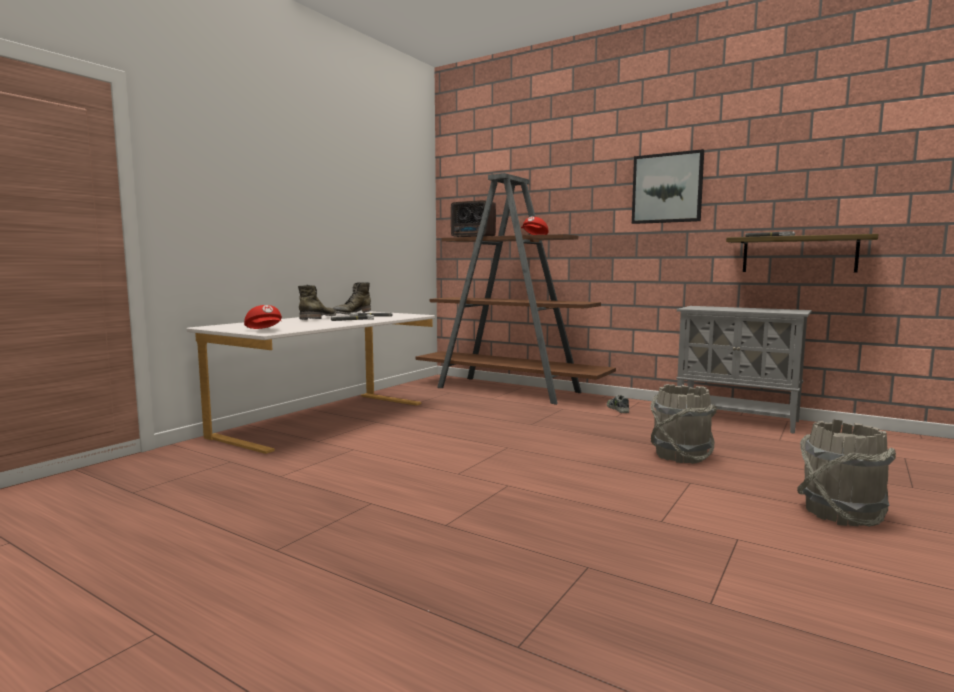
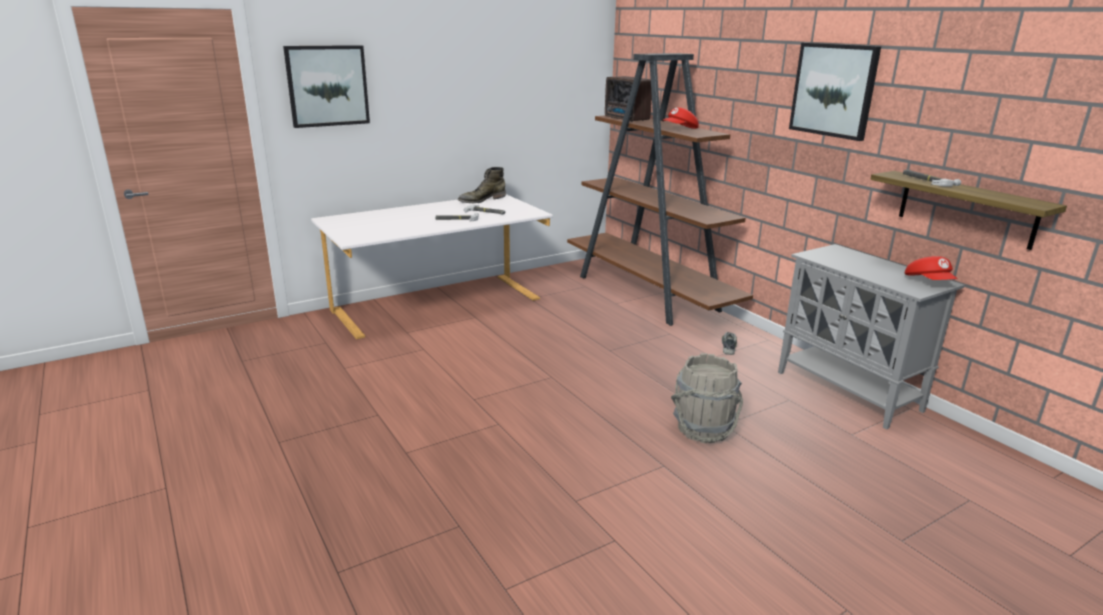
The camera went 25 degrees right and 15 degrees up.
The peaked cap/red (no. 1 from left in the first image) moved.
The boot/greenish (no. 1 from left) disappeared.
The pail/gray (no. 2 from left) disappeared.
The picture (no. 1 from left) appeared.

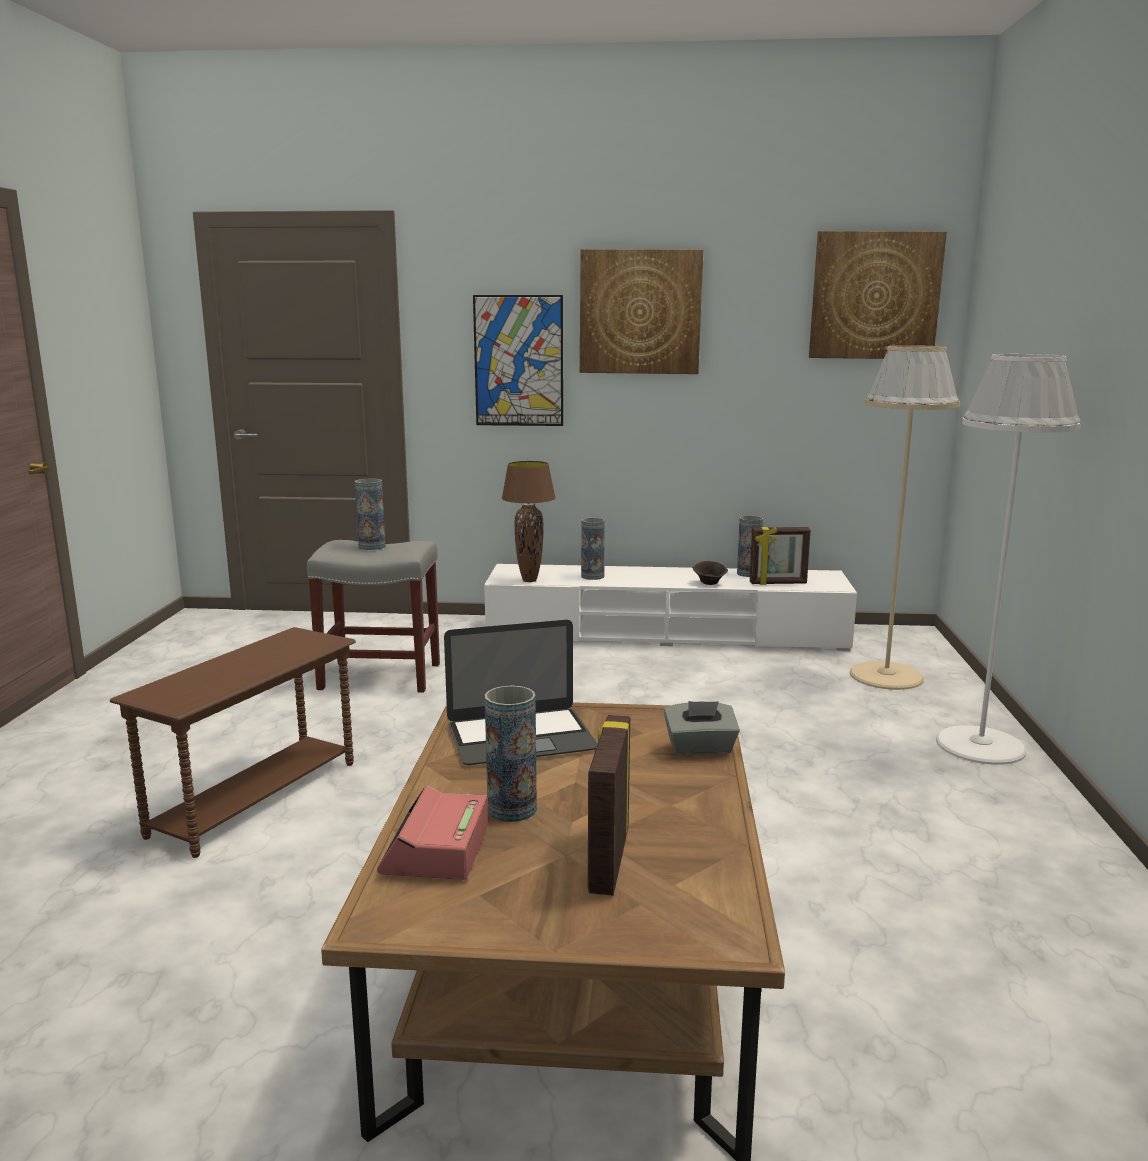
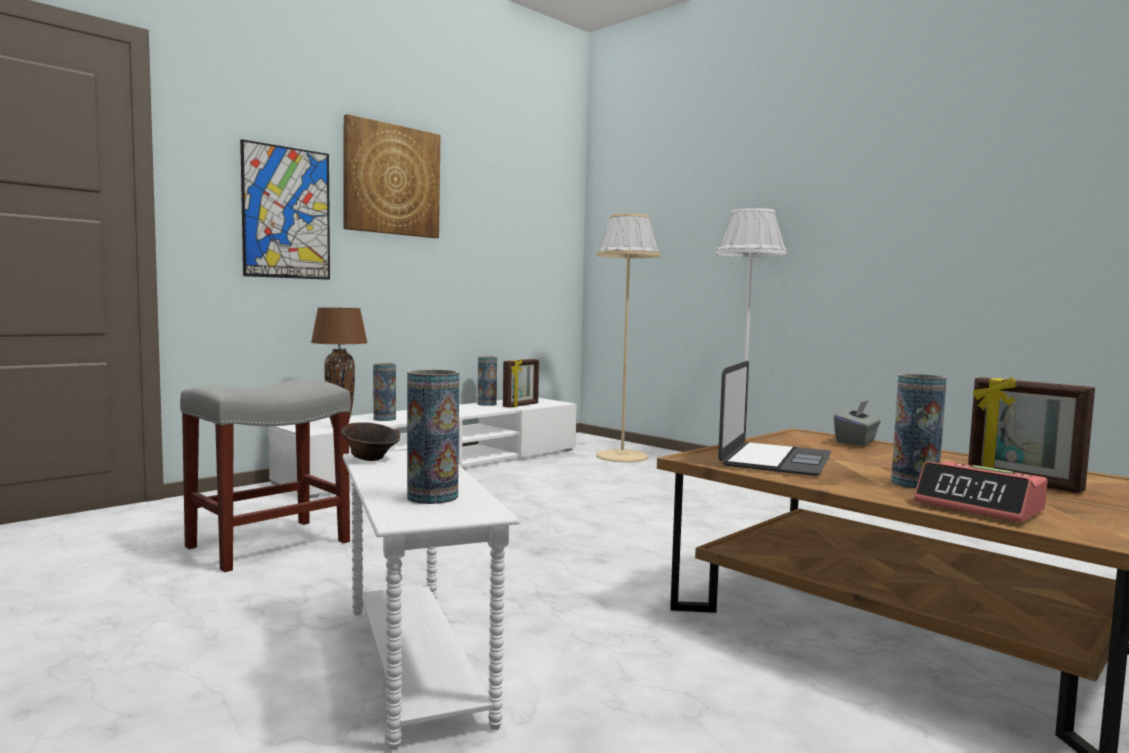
The camera went 50 degrees left and 10 degrees down.
The accent table/brown became the accent table/whitish.
The decorative vase (no. 1 from left in the first image) moved.
The serving bowl/brown moved.
The picture (no. 3 from left) disappeared.

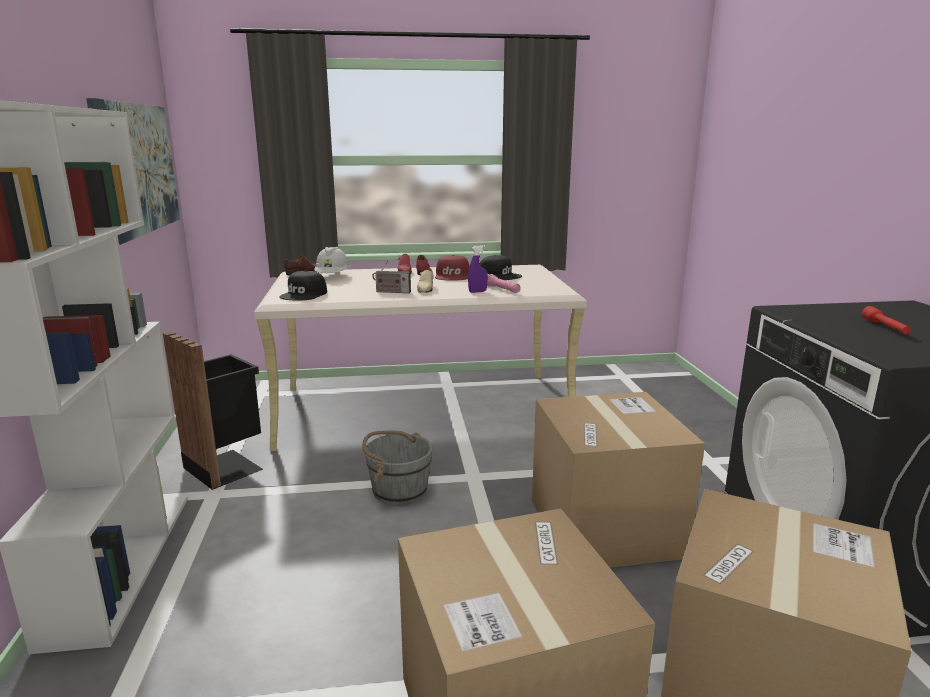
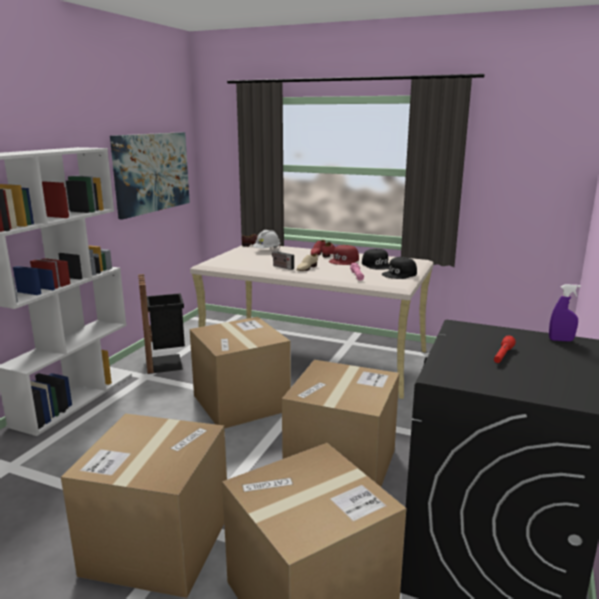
The camera went 30 degrees right and 0 degrees up.
The peaked cap/black (no. 1 from left in the first image) moved.
The pail/gray was replaced by the carton (no. 2 from left).
The sprayer/purple moved.

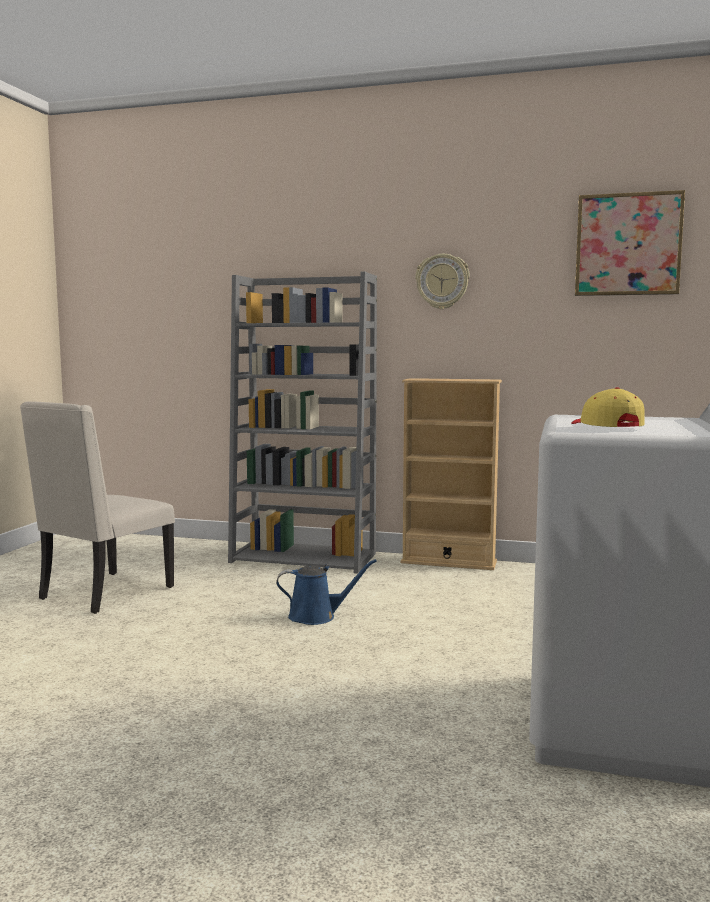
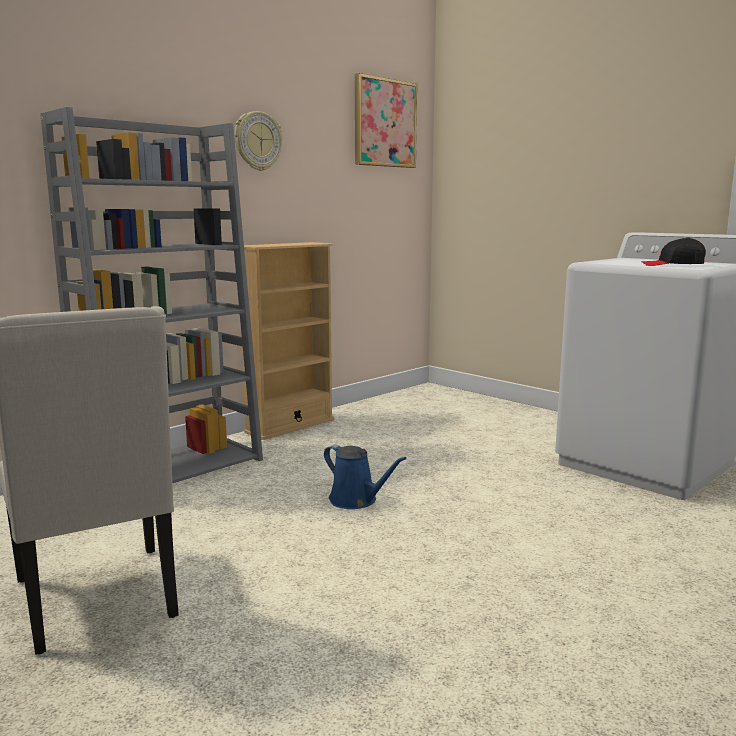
The camera went 60 degrees left and 5 degrees up.
The watering can/blue turned 105 degrees clockwise.
The peaked cap/yellowish became the peaked cap/black.

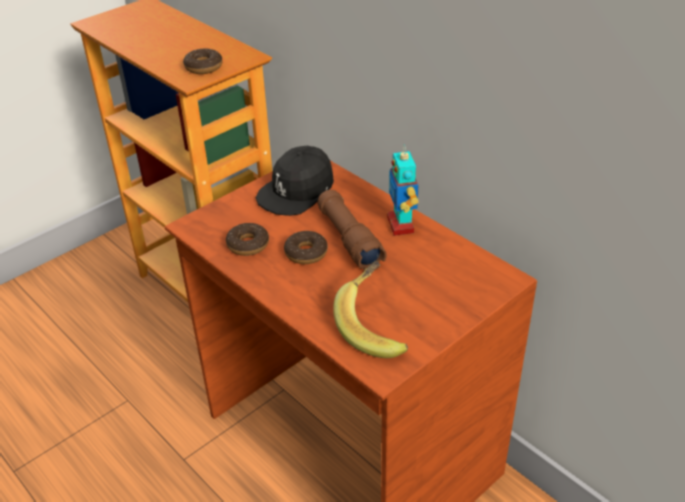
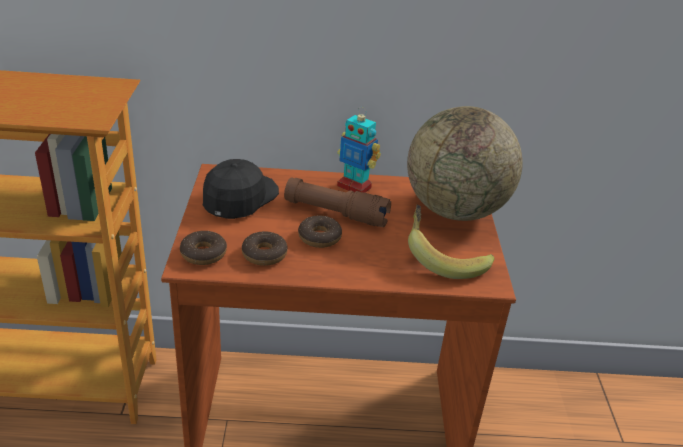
The camera went 50 degrees left and 5 degrees down.
The donut (no. 1 from left) moved.
The peaked cap/black turned 150 degrees counterclockwise.
The world globe appeared.

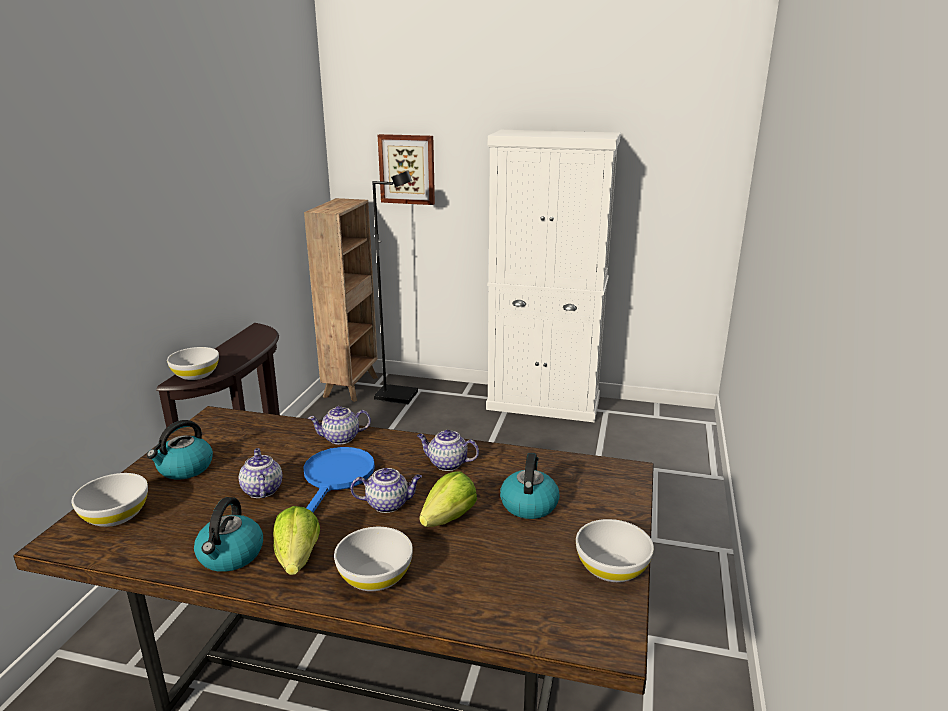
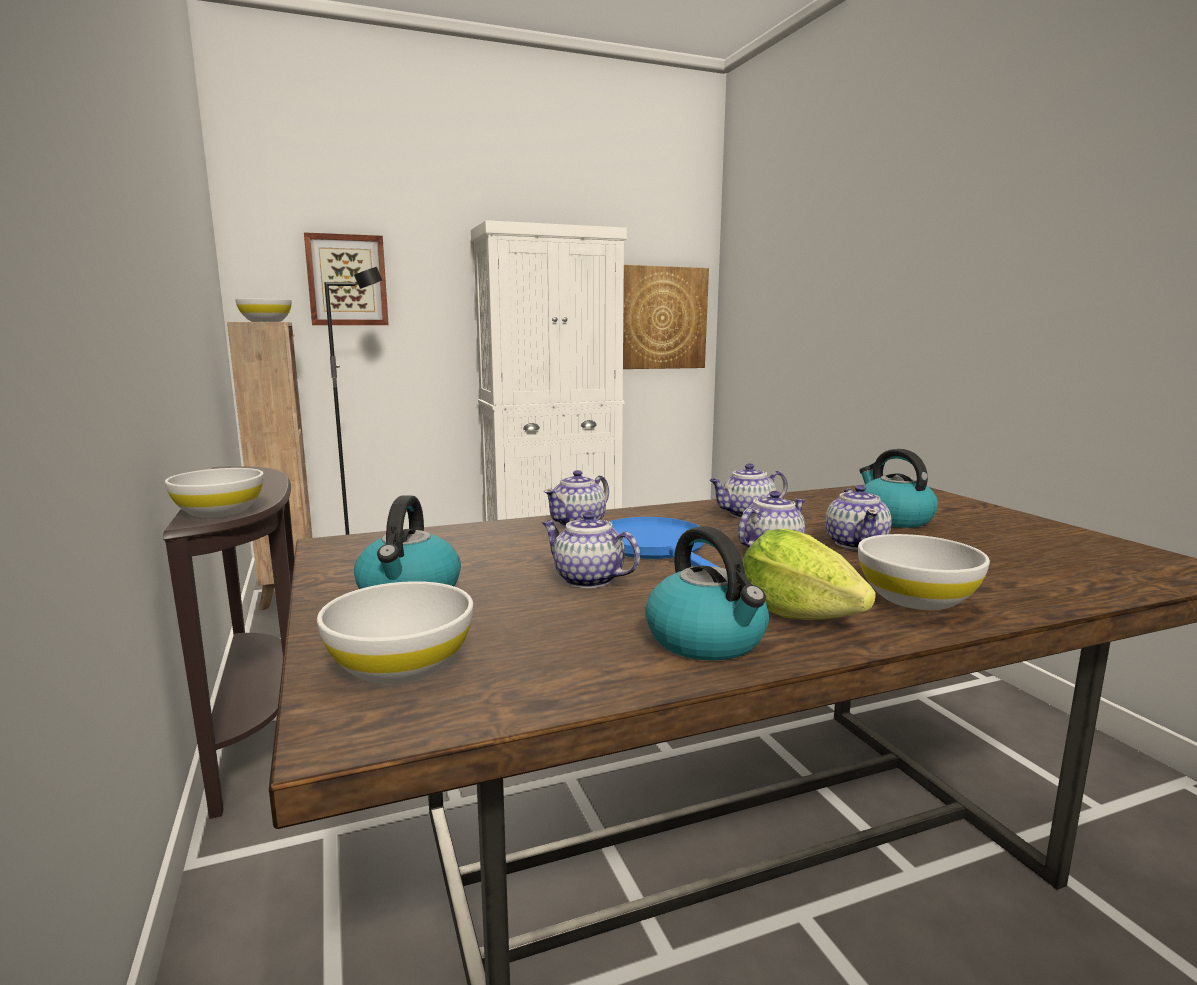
The camera went 35 degrees left and 10 degrees down.
The lettuce head (no. 2 from left) was replaced by the pot for tea (no. 5 from left).
The serving bowl/whitish (no. 4 from left in the first image) moved.
The picture (no. 2 from left) appeared.

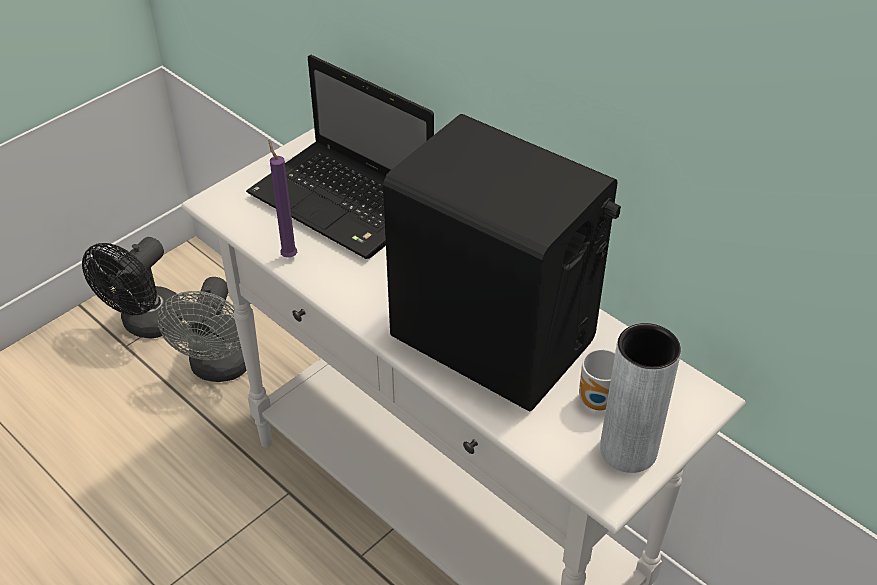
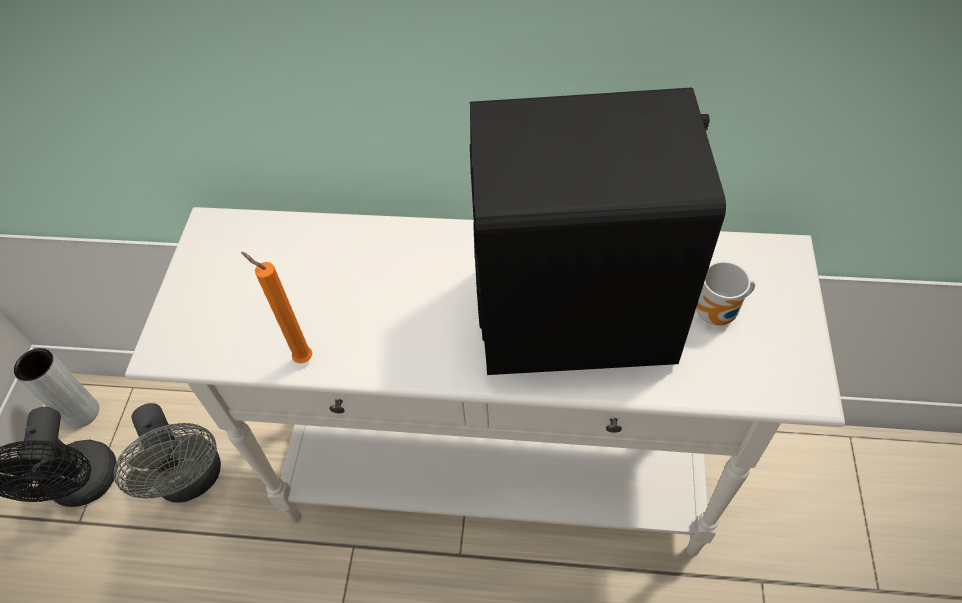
The camera went 35 degrees left and 10 degrees up.
The laptop disappeared.
The wax candle/purple became the wax candle/orange-coloured.
The decorative vase/gray moved.

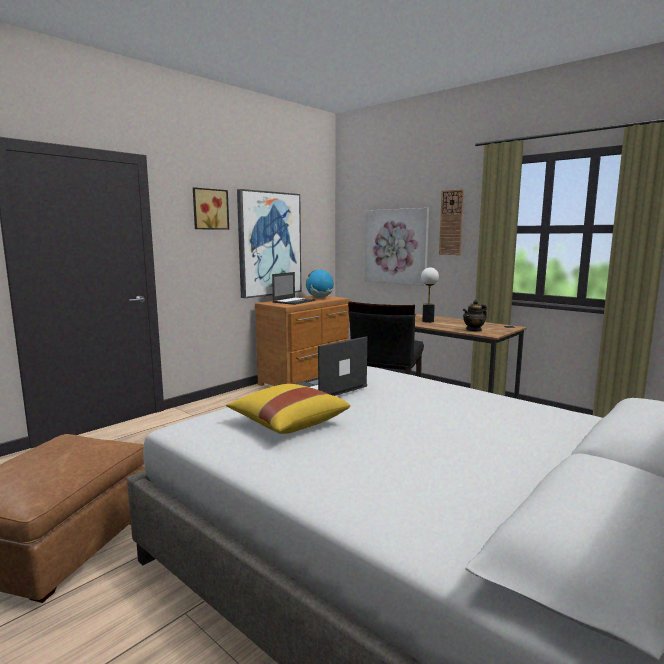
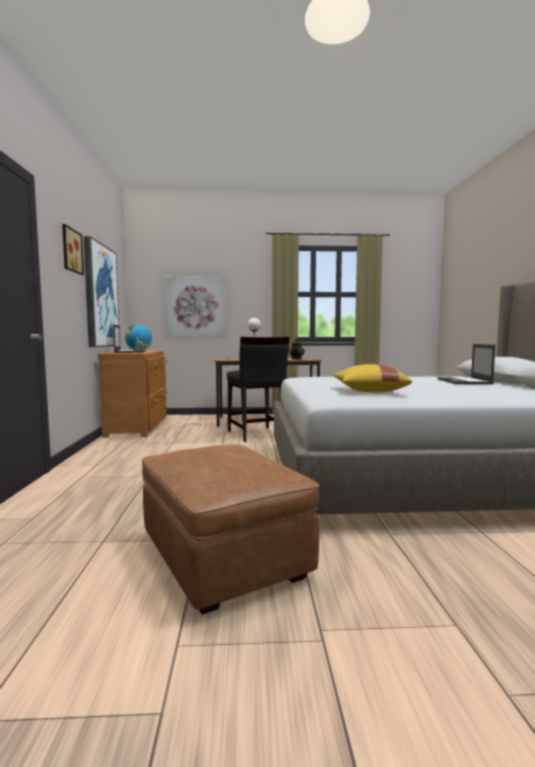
The camera went 45 degrees left and 5 degrees down.
The laptop (no. 2 from left) moved.
The hanging clock disappeared.

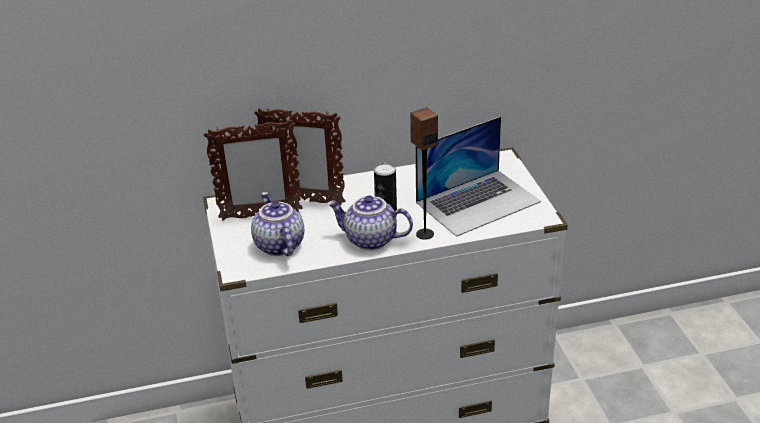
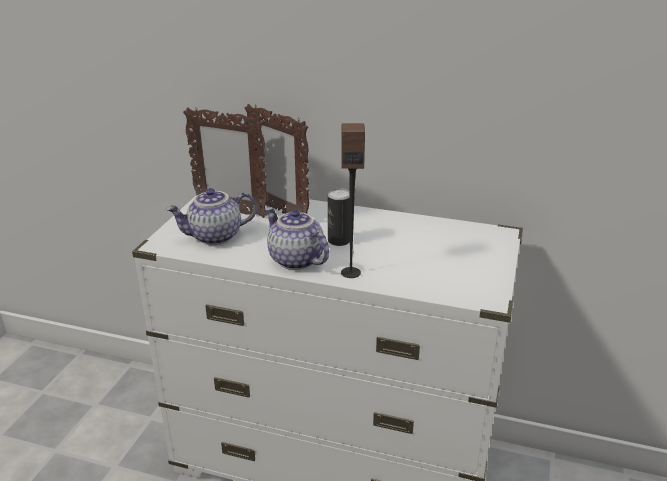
The camera went 30 degrees right and 5 degrees down.
The pot for tea (no. 1 from left) turned 120 degrees counterclockwise.
The laptop disappeared.

